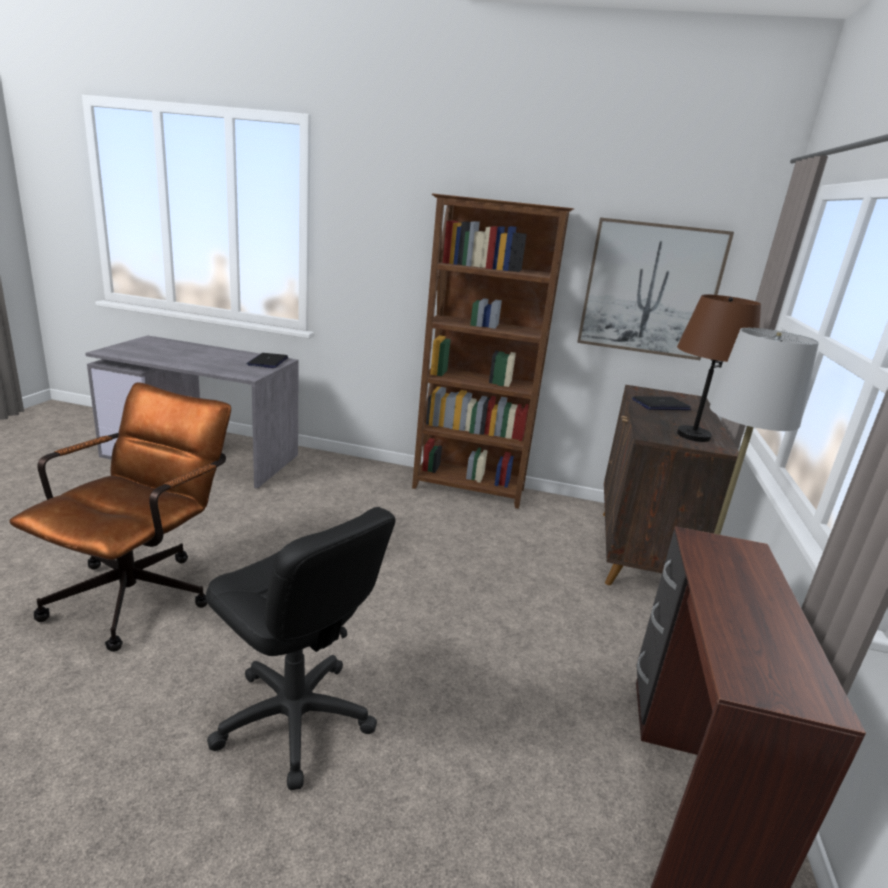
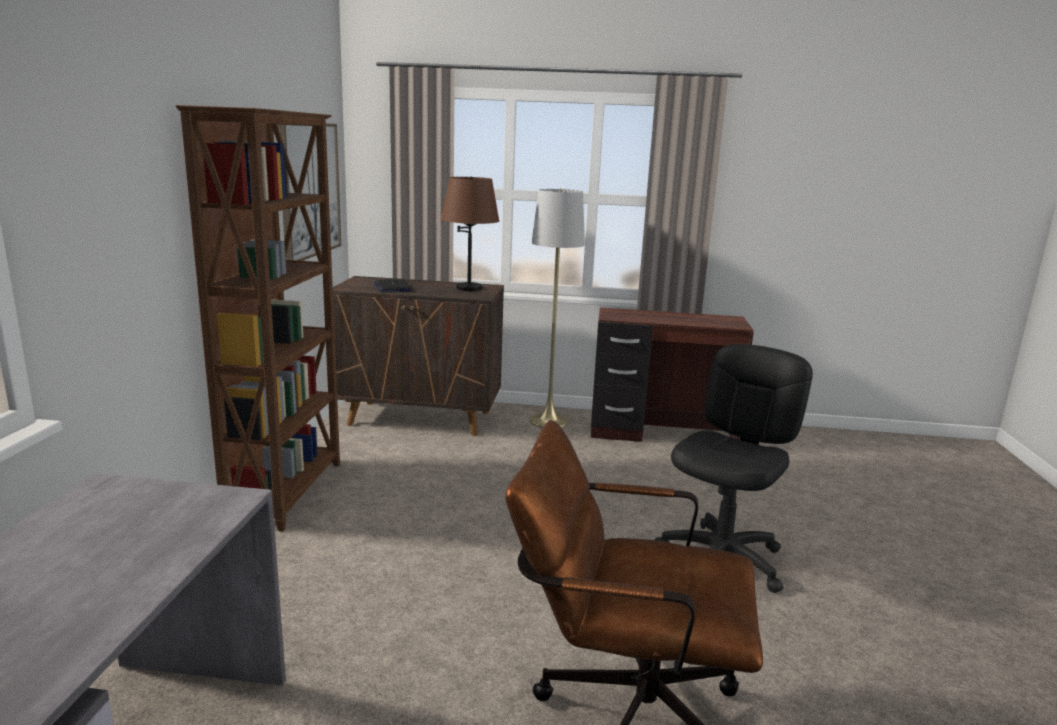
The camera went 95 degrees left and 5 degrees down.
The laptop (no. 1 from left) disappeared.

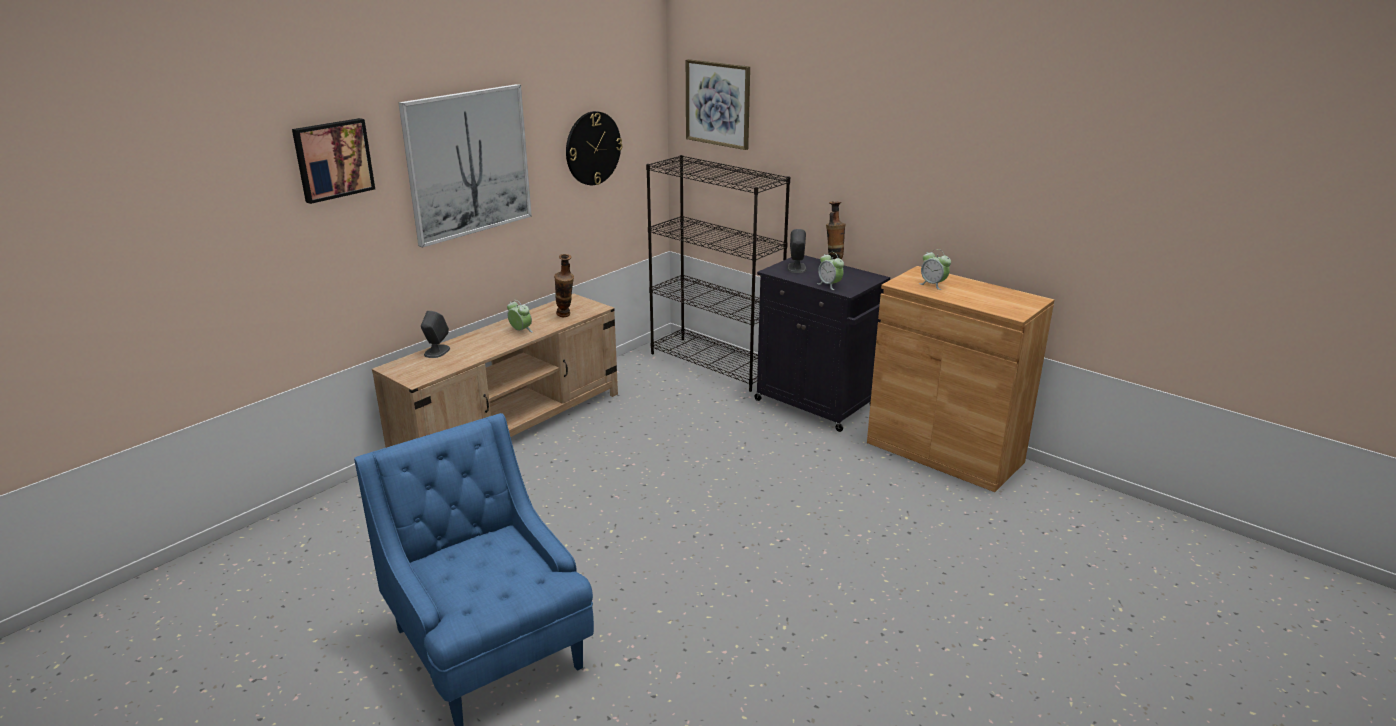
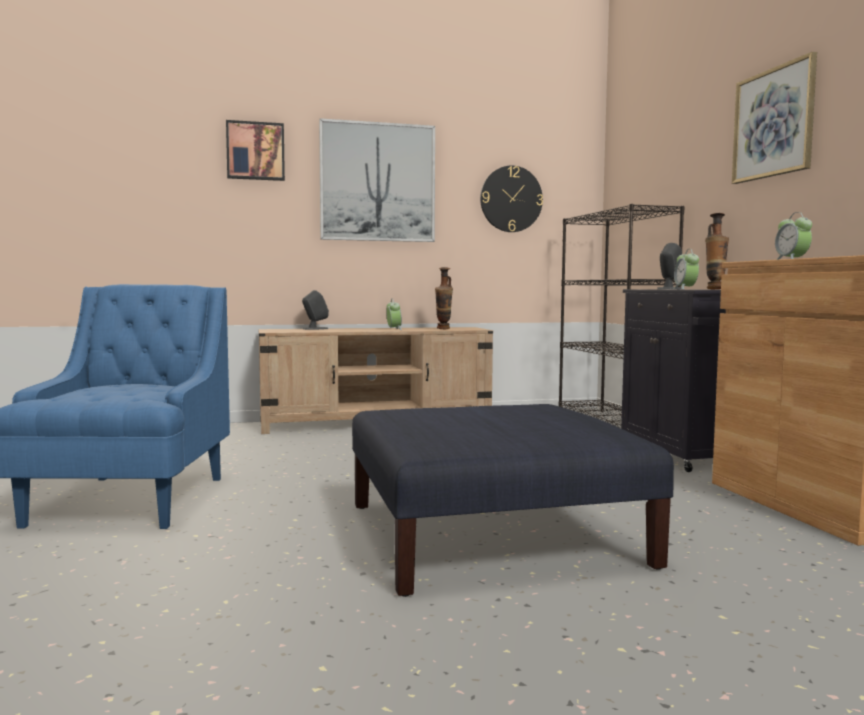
The camera went 35 degrees right and 20 degrees down.
The picture (no. 3 from left) moved.
The ottoman/blue appeared.

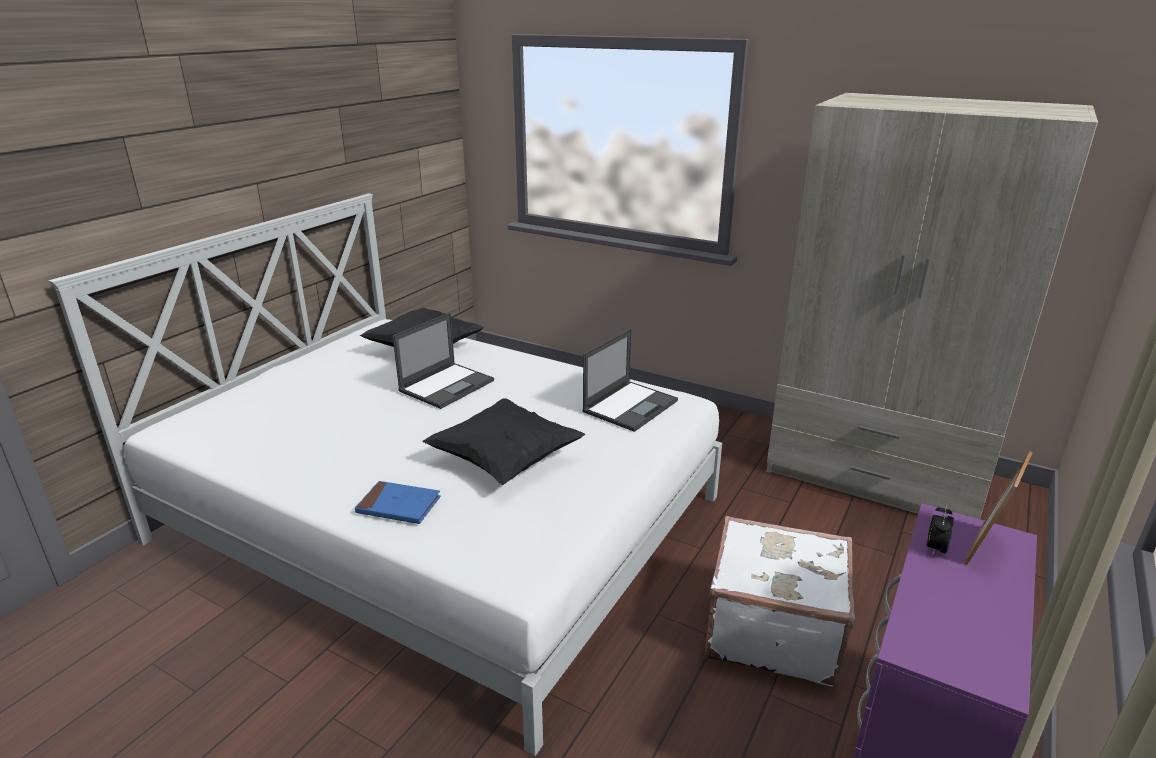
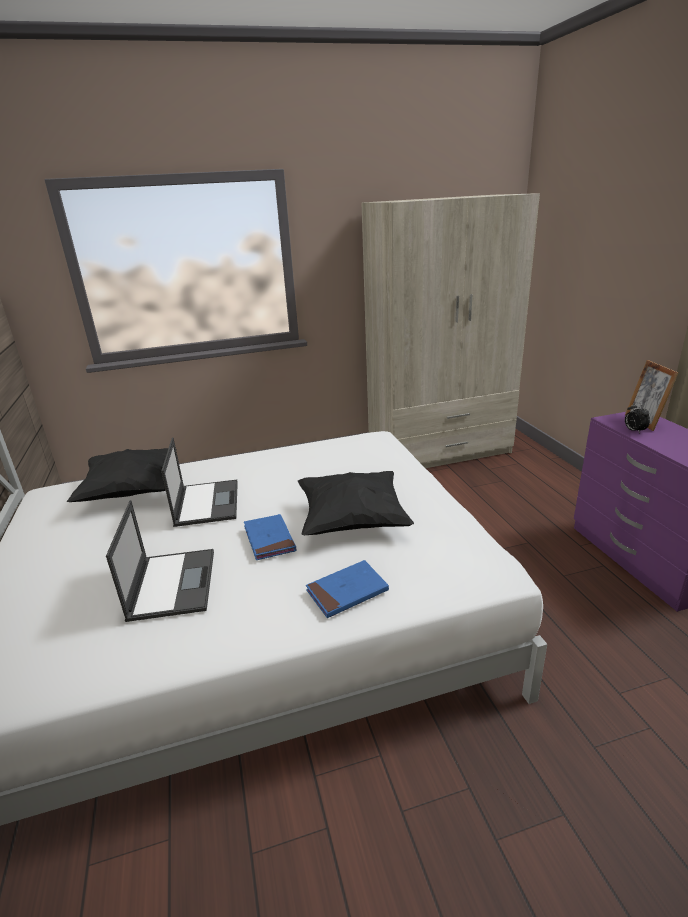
The camera went 45 degrees left and 0 degrees up.
The laptop (no. 2 from left in the first image) moved.
The travel case/whitish disappeared.
The book/blue (no. 1 from left) appeared.

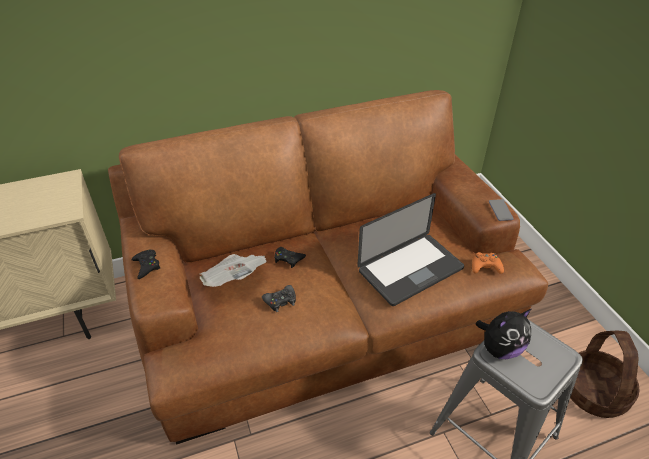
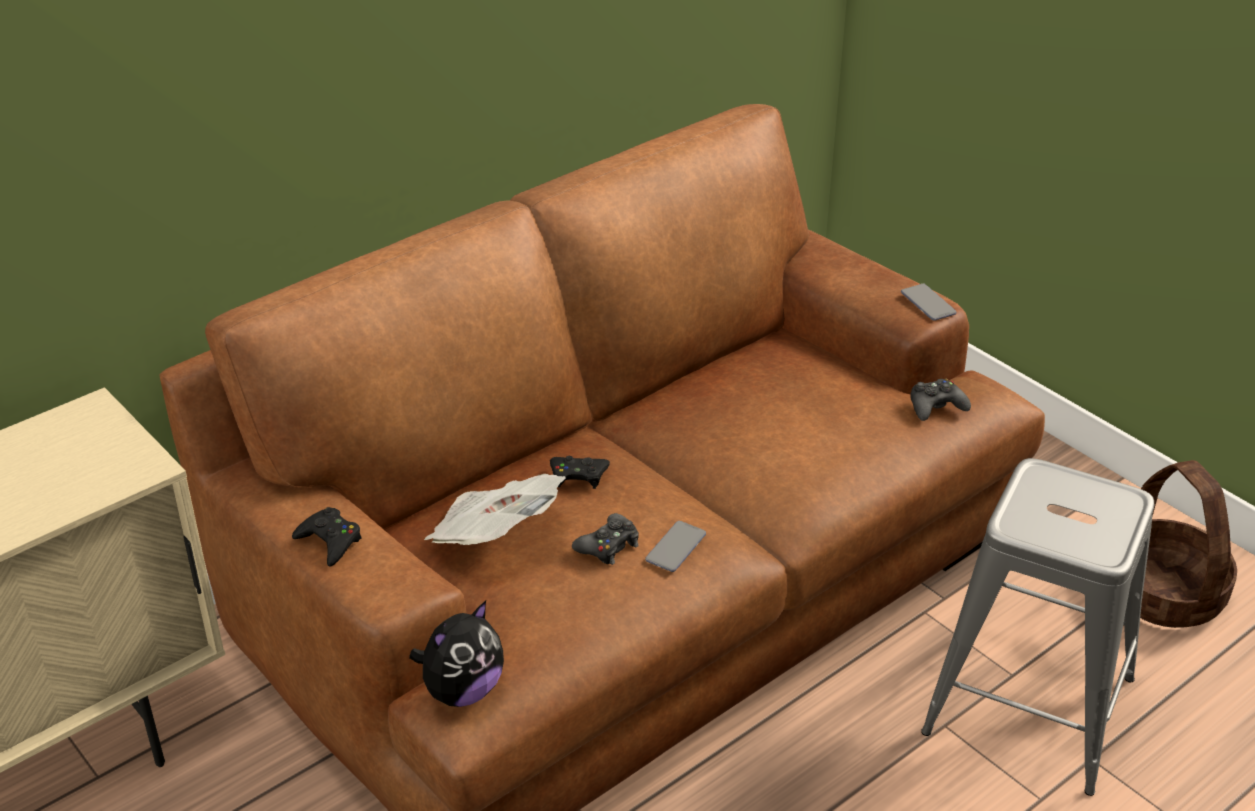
The camera went 20 degrees left and 5 degrees down.
The laptop disappeared.
The joypad/orange-coloured became the joypad/black (no. 4 from left).
The plush toy moved.
The telephone (no. 1 from left) appeared.

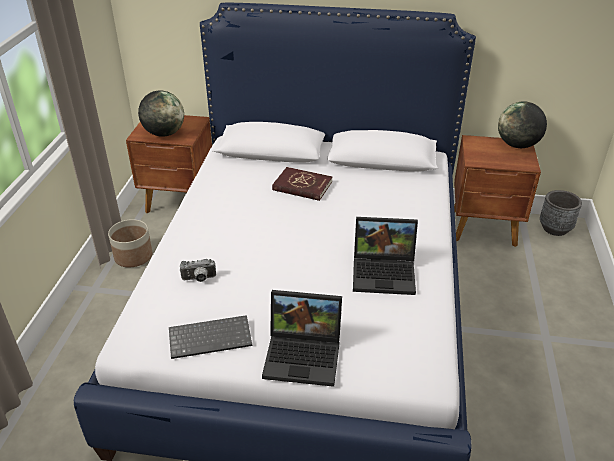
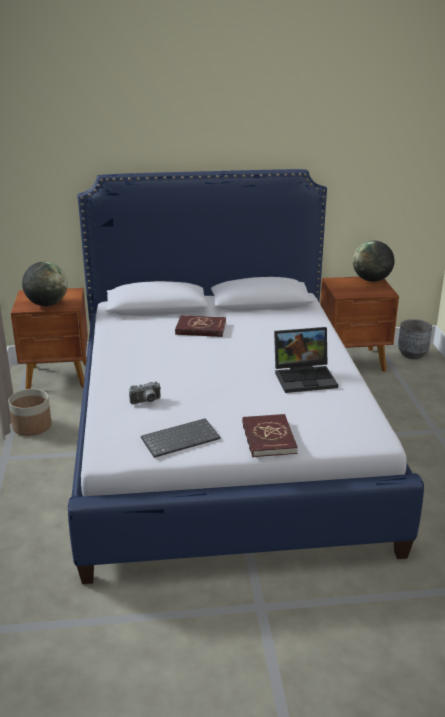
The camera went 15 degrees left and 10 degrees down.
The laptop (no. 1 from left) was replaced by the book/red (no. 2 from left).

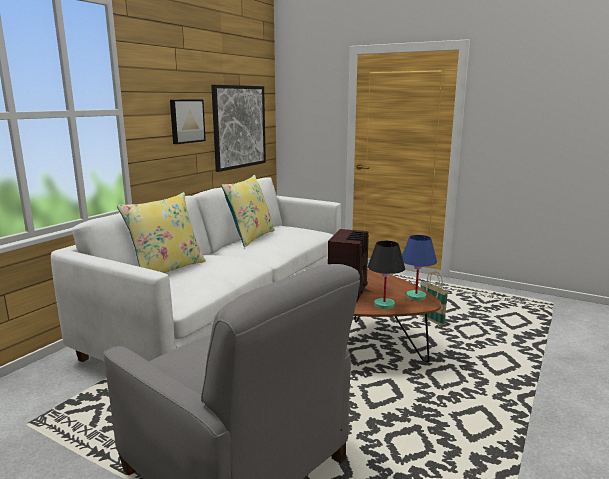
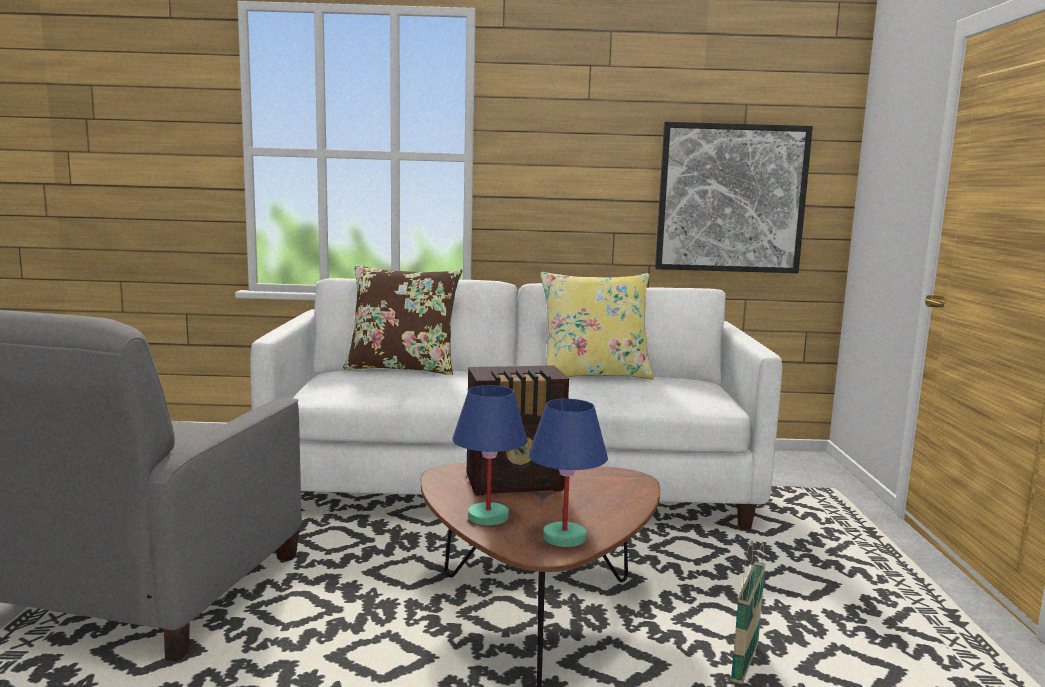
The camera went 60 degrees right and 5 degrees down.
The pillow/yellowish (no. 1 from left) became the pillow/brown.
The picture (no. 1 from left) disappeared.
The table lamp/black became the table lamp/blue (no. 1 from left).

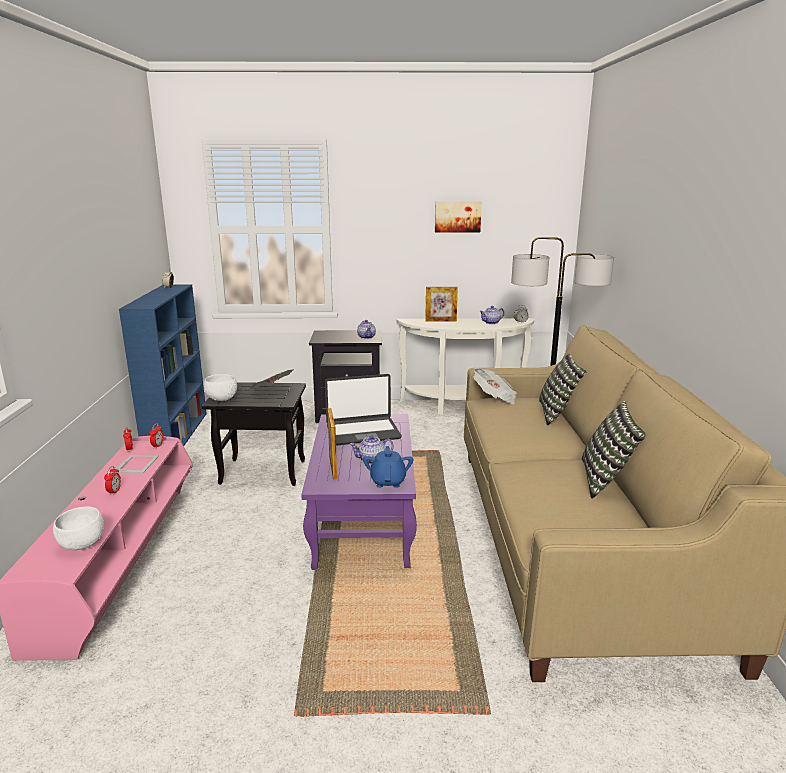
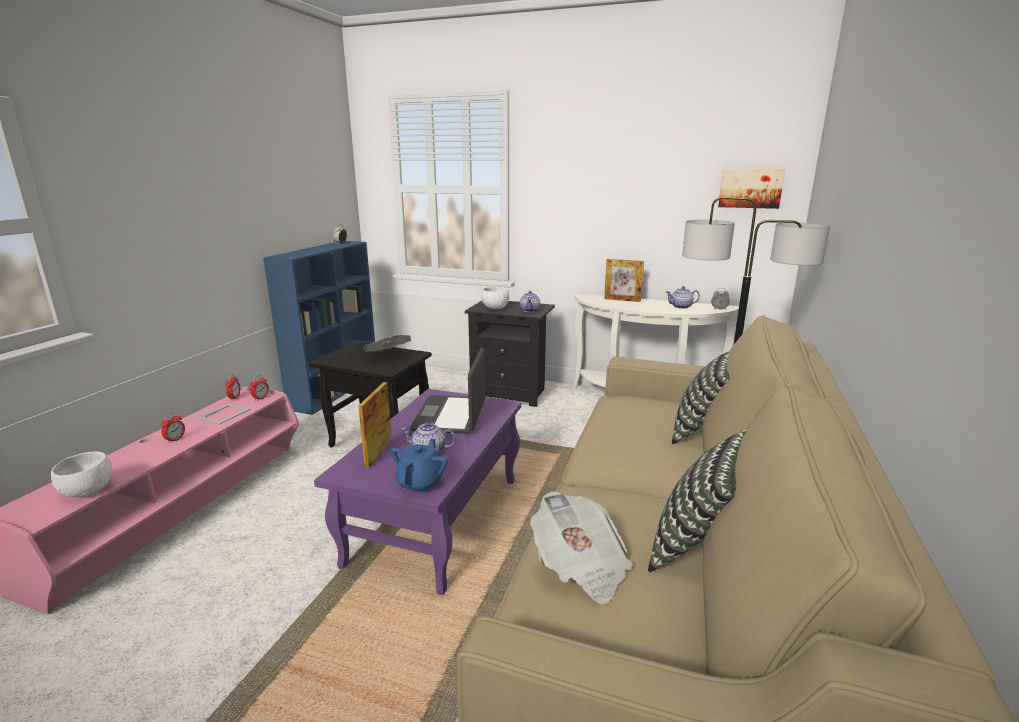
The camera went 20 degrees right and 0 degrees up.
The serving bowl/whitish (no. 2 from left) moved.
The laptop turned 90 degrees clockwise.
The picture moved.
The newspaper (no. 2 from left) moved.

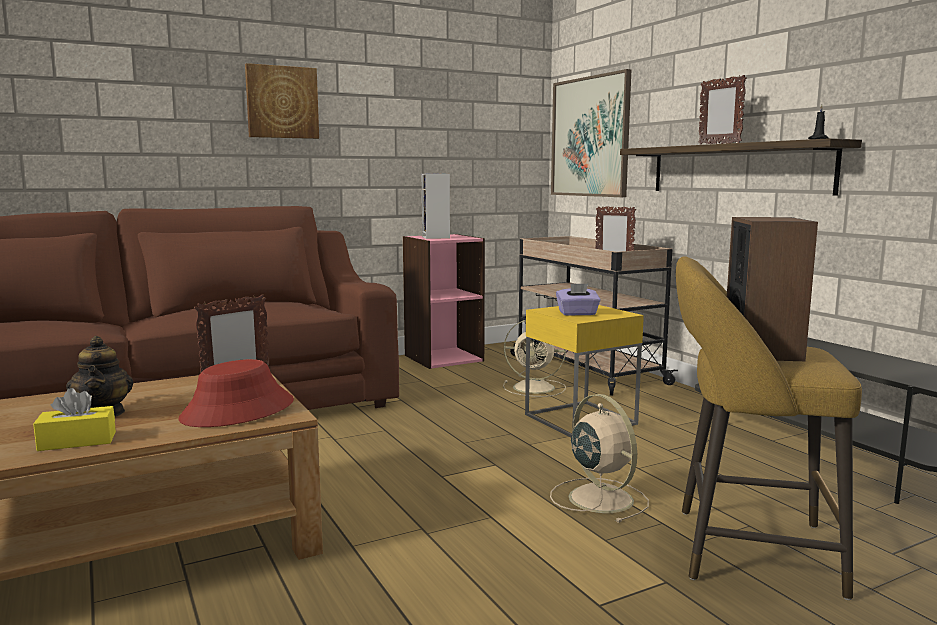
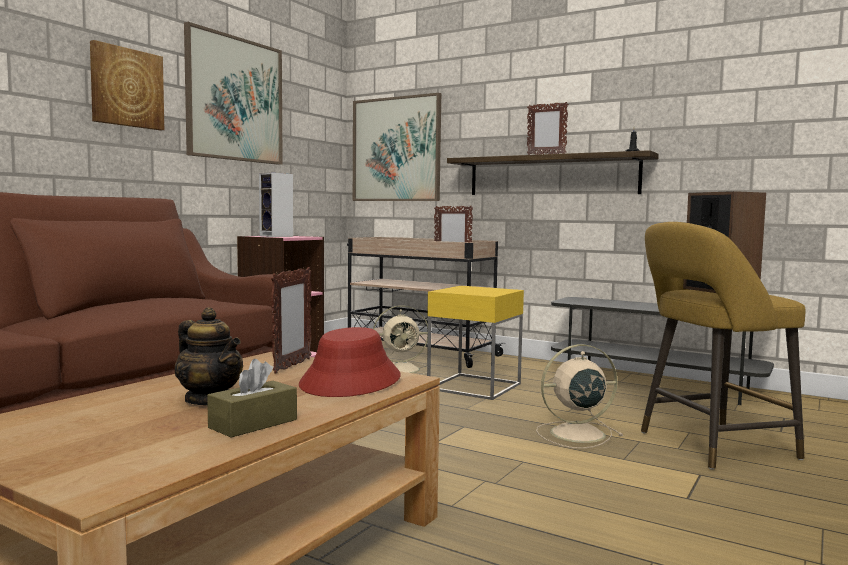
The camera went 30 degrees left and 5 degrees down.
The box of tissues/yellowish became the box of tissues/brown.
The electric fan/sand-coloured (no. 2 from left) turned 45 degrees counterclockwise.
The box of tissues/purple disappeared.
The picture (no. 2 from left) appeared.

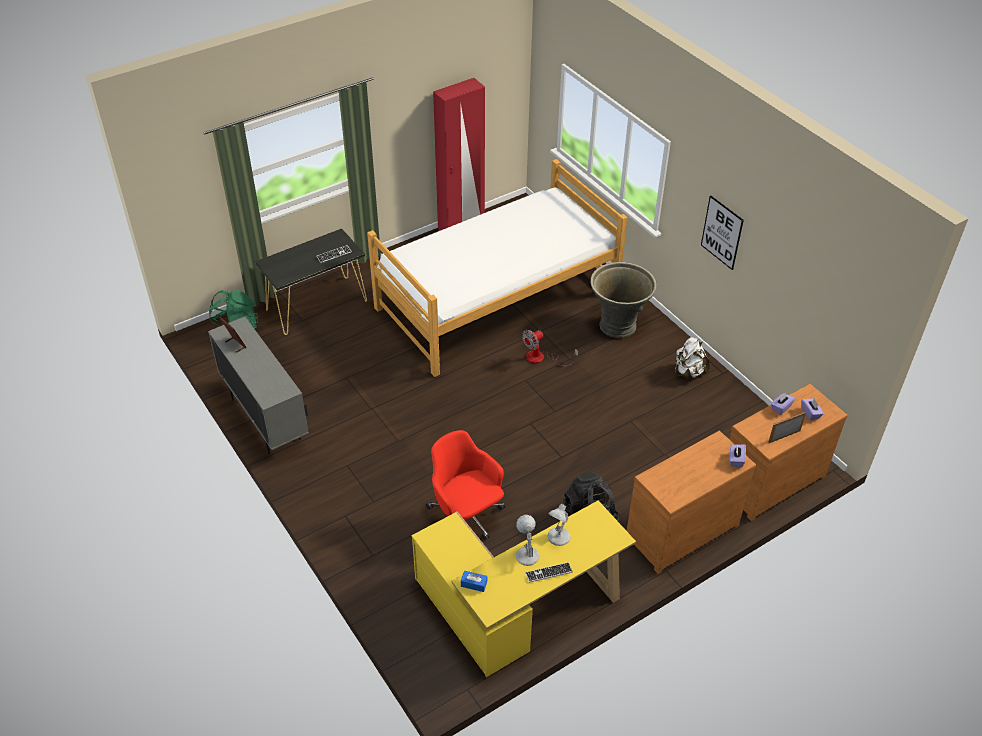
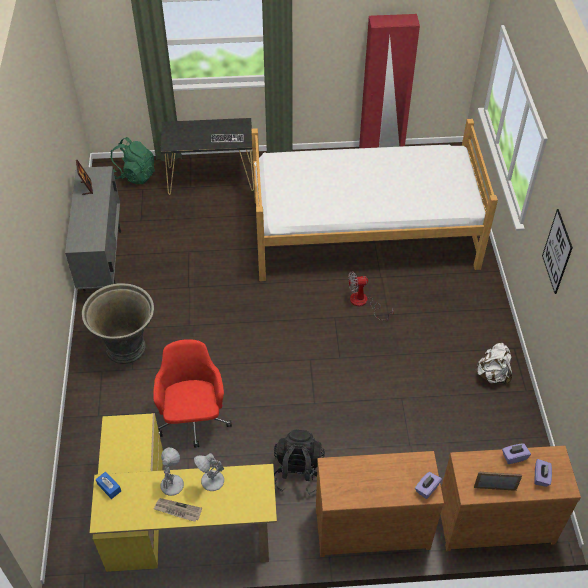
The camera went 30 degrees right and 5 degrees up.
The PC keyboard (no. 2 from left) was replaced by the newspaper.
The planter/gray moved.

